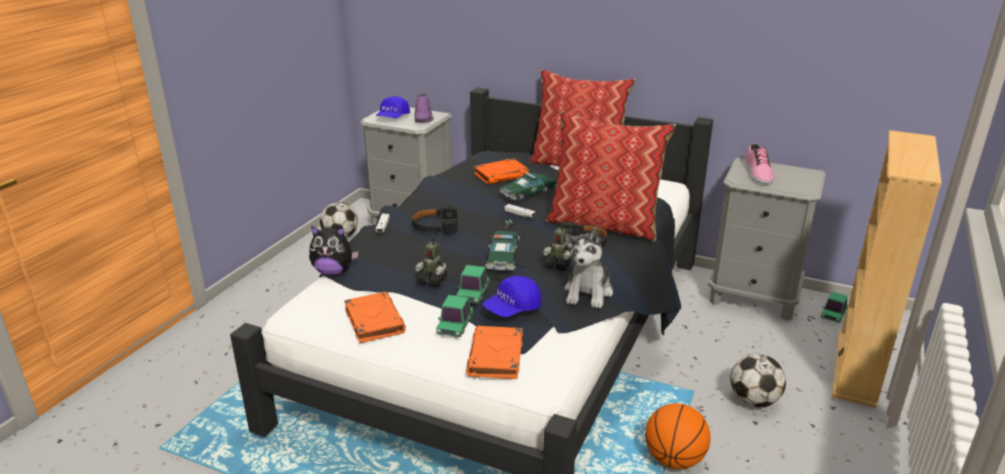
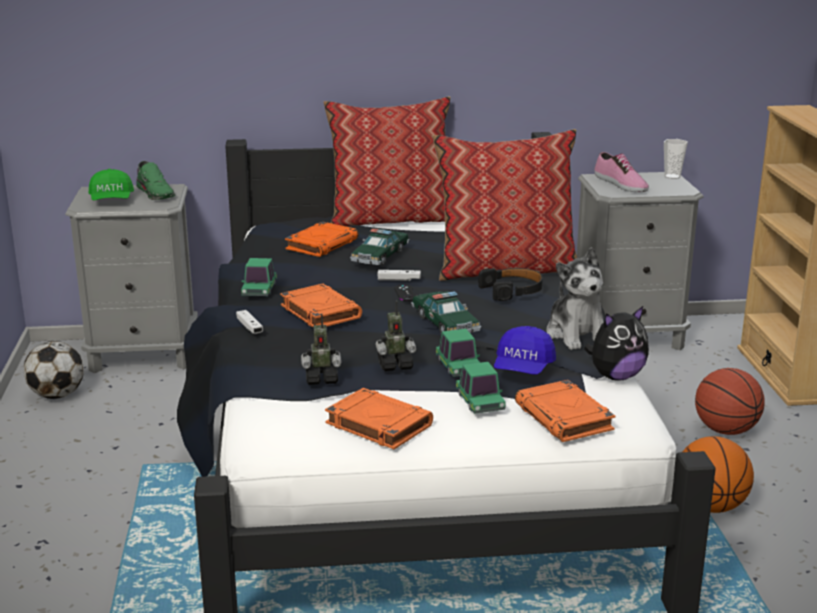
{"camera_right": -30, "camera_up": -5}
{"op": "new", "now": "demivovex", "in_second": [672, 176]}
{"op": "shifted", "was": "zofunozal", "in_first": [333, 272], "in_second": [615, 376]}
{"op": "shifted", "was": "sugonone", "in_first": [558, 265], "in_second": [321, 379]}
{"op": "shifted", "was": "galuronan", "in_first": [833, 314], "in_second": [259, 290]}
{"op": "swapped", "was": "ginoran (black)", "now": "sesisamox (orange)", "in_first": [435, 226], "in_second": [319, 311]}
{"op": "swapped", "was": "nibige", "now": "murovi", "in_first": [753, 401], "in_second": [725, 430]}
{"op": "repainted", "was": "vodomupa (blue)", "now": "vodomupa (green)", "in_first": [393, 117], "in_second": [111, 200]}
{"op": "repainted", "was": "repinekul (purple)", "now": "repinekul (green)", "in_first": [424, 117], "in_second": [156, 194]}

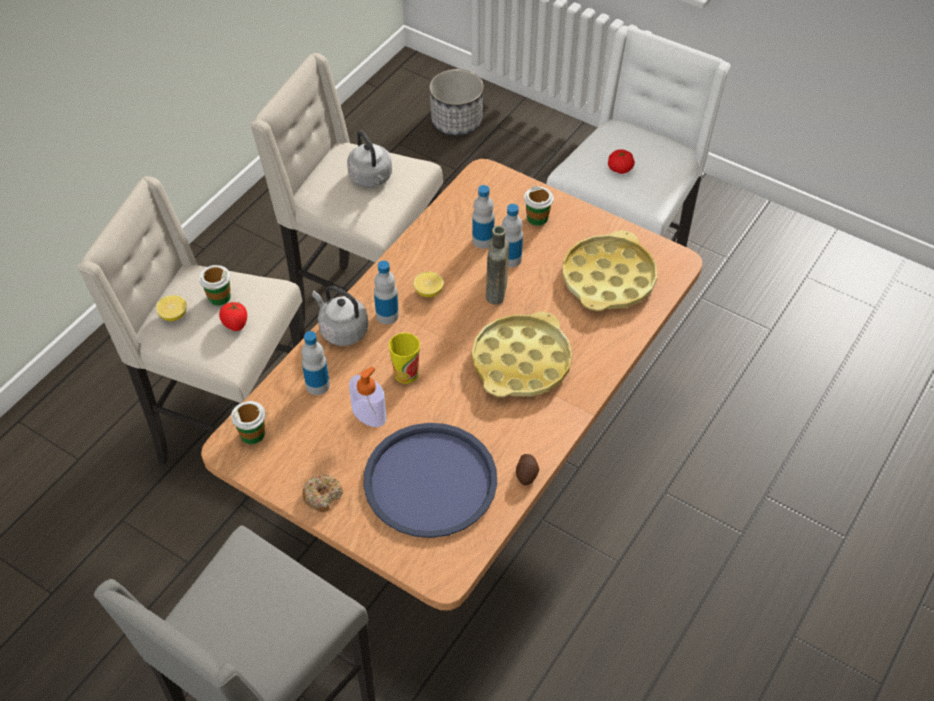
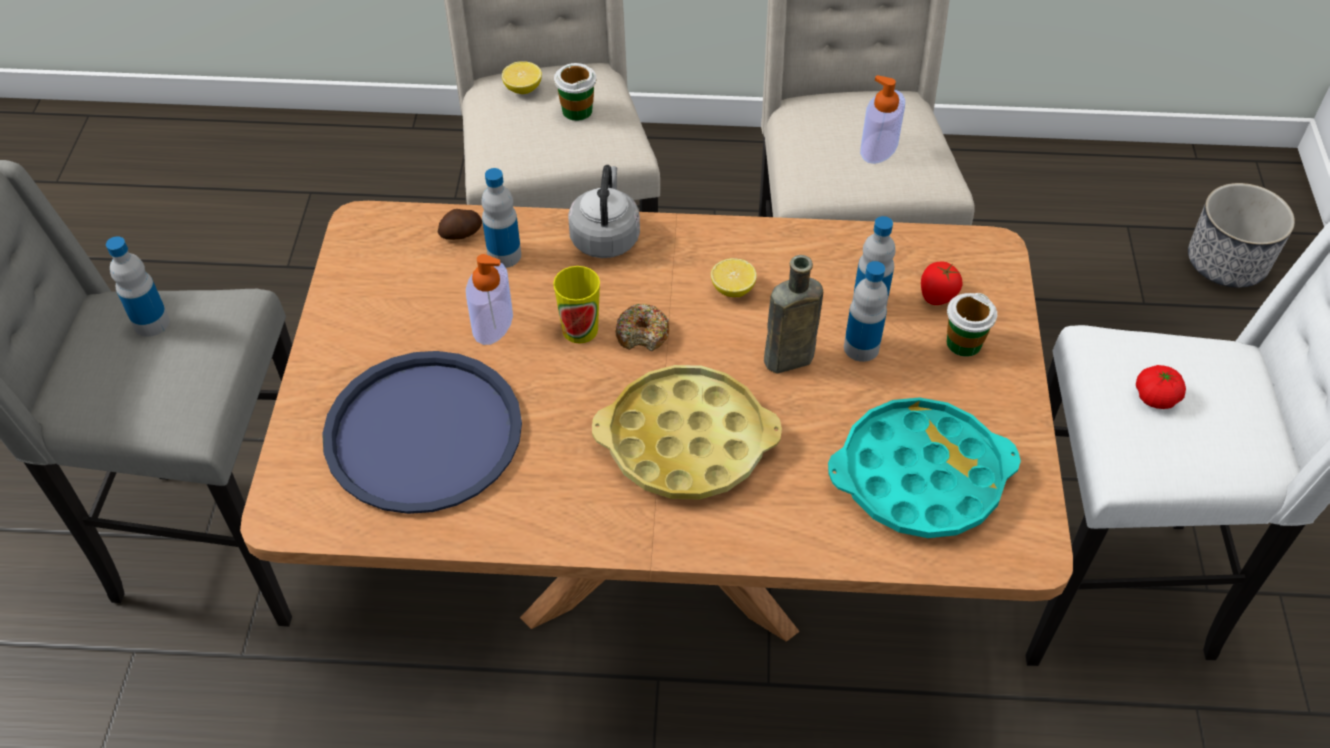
{"camera_right": 60, "camera_up": 0}
{"op": "gone", "was": "demivovex", "in_first": [252, 434]}
{"op": "shifted", "was": "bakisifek", "in_first": [235, 324], "in_second": [937, 295]}
{"op": "shifted", "was": "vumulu", "in_first": [322, 496], "in_second": [642, 334]}
{"op": "shifted", "was": "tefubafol", "in_first": [387, 315], "in_second": [151, 323]}
{"op": "shifted", "was": "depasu", "in_first": [527, 474], "in_second": [461, 234]}
{"op": "swapped", "was": "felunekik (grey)", "now": "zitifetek", "in_first": [371, 178], "in_second": [879, 147]}
{"op": "repainted", "was": "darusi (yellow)", "now": "darusi (turquoise)", "in_first": [608, 278], "in_second": [920, 476]}

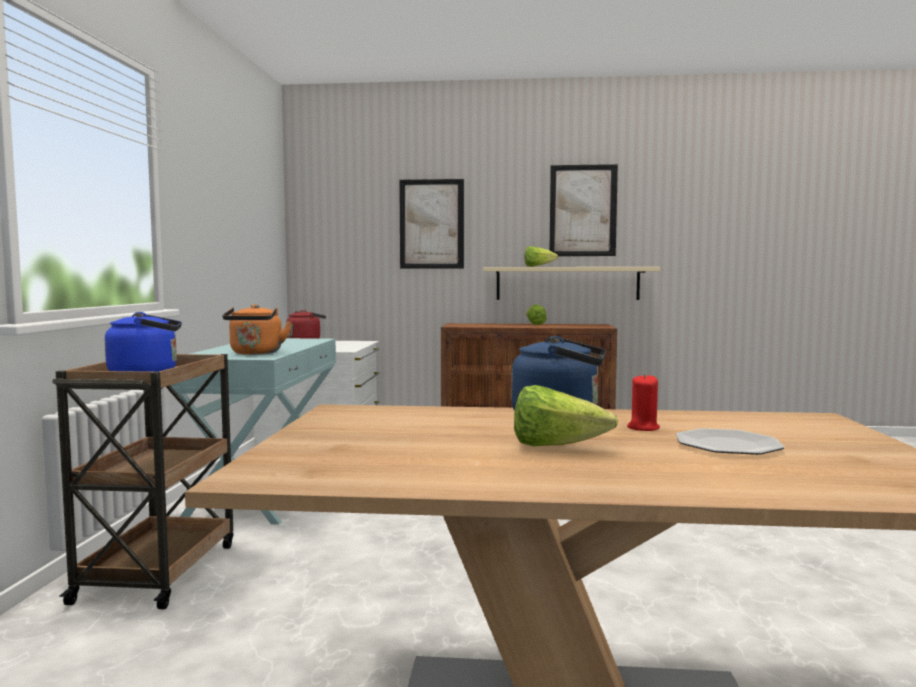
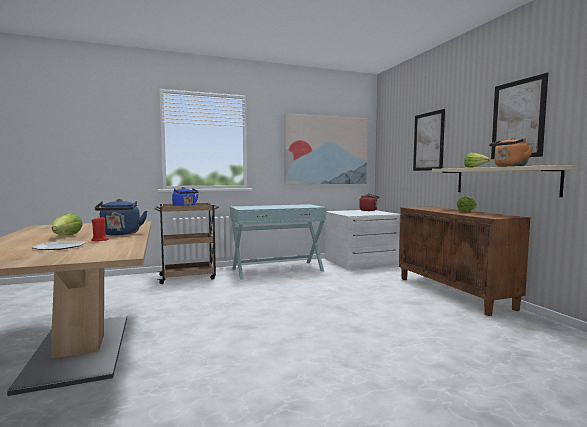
{"camera_right": 65, "camera_up": 0}
{"op": "new", "now": "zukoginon", "in_second": [326, 150]}
{"op": "shifted", "was": "felunekik (orange)", "in_first": [256, 353], "in_second": [509, 166]}

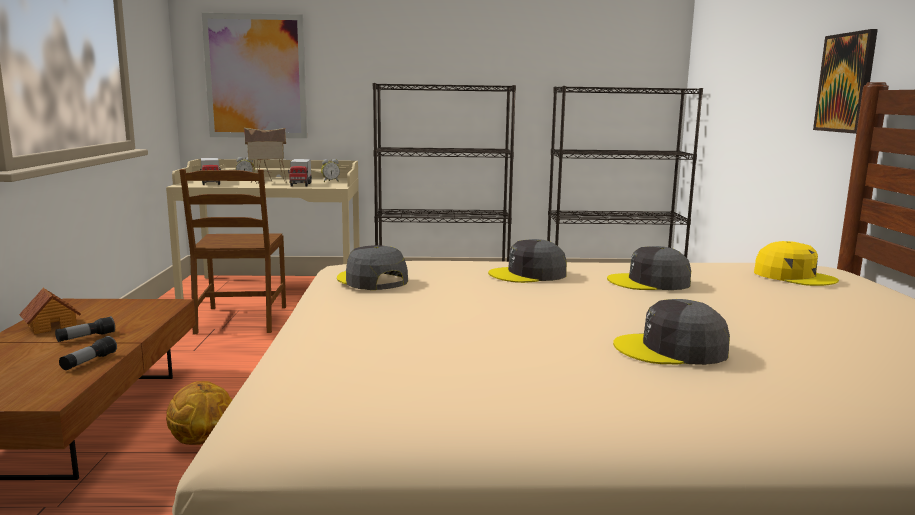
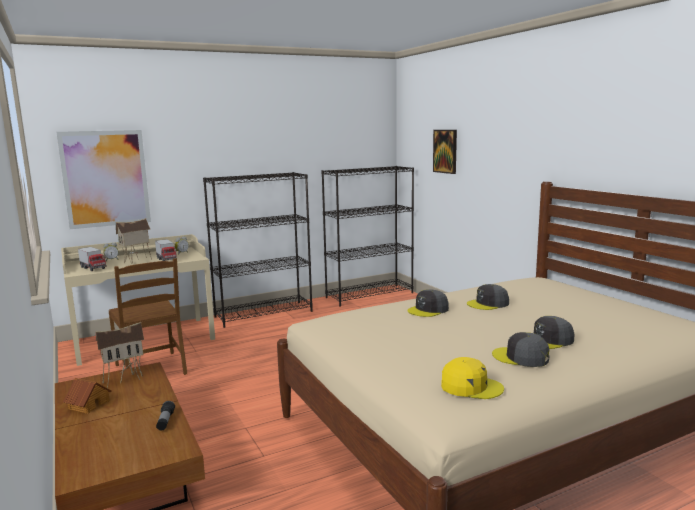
{"camera_right": -25, "camera_up": 0}
{"op": "gone", "was": "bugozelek", "in_first": [86, 337]}
{"op": "gone", "was": "murovi", "in_first": [202, 441]}
{"op": "new", "now": "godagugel", "in_second": [124, 379]}
{"op": "shifted", "was": "vodomupa (grey)", "in_first": [371, 280], "in_second": [521, 357]}
{"op": "shifted", "was": "vodomupa (yellow)", "in_first": [793, 276], "in_second": [471, 386]}
{"op": "shifted", "was": "zukoginon", "in_first": [846, 83], "in_second": [445, 151]}

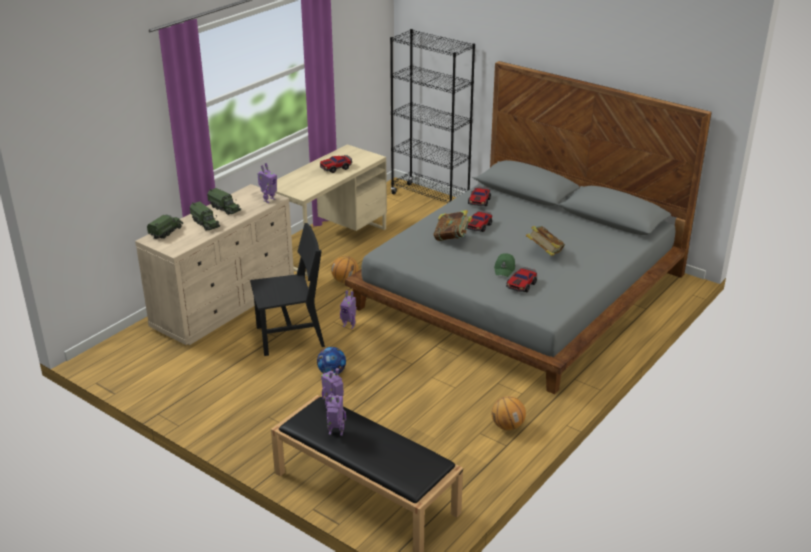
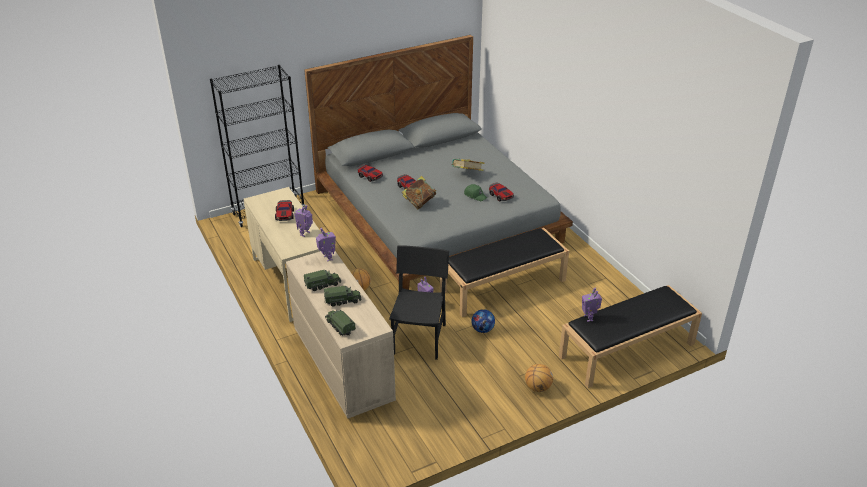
{"camera_right": -65, "camera_up": 5}
{"op": "new", "now": "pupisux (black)", "in_second": [503, 285]}
{"op": "shifted", "was": "sugonone", "in_first": [336, 433], "in_second": [305, 234]}
{"op": "shifted", "was": "murovi", "in_first": [507, 426], "in_second": [537, 387]}

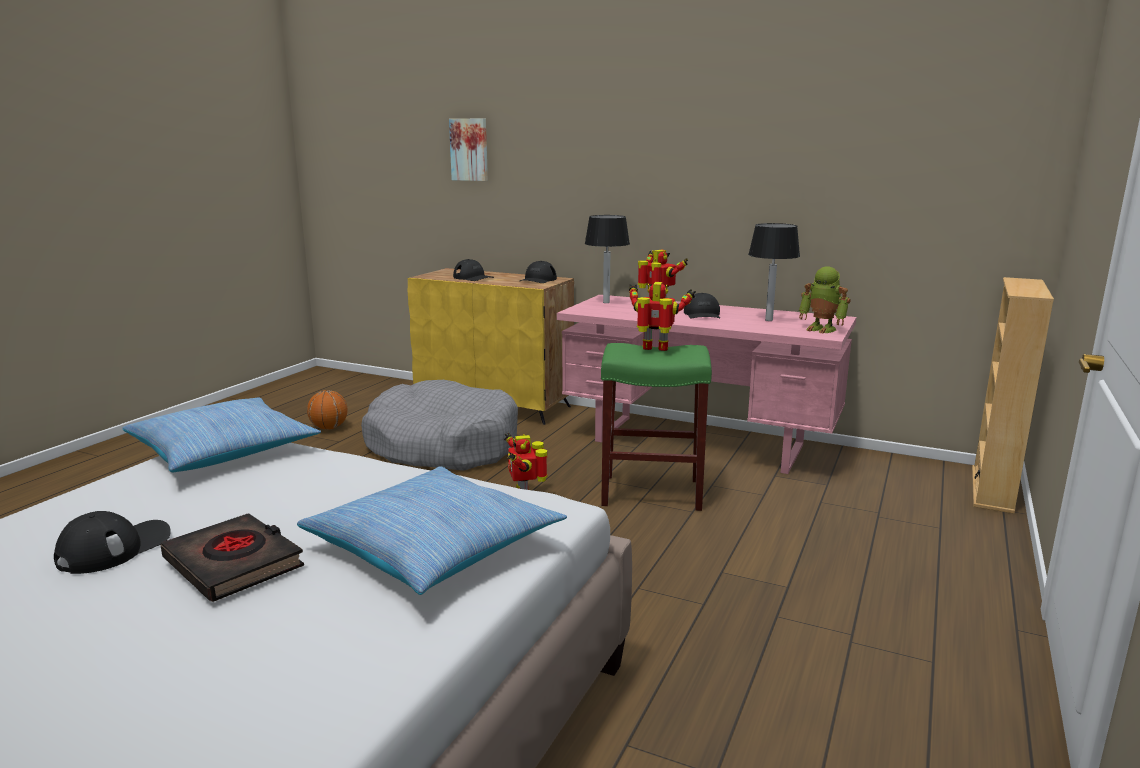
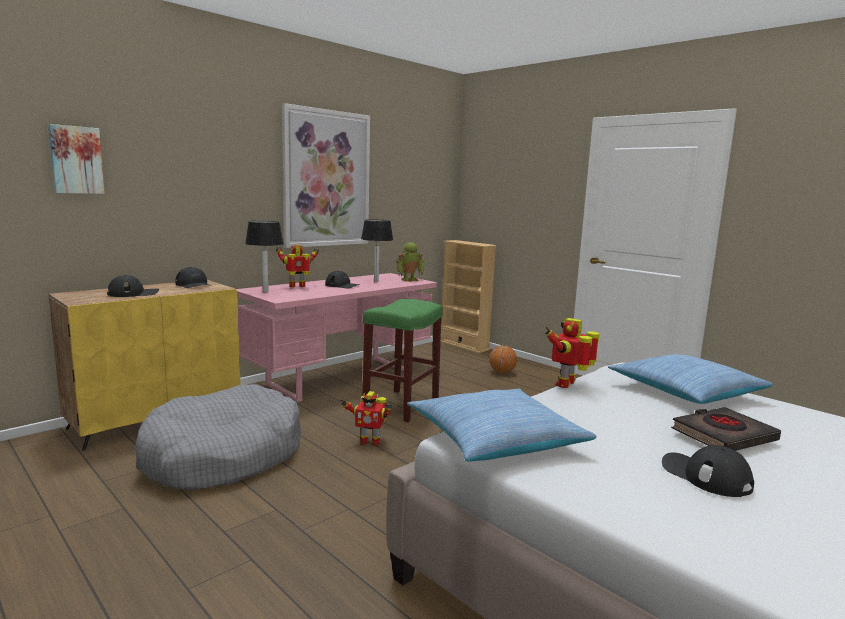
{"camera_right": -70, "camera_up": -5}
{"op": "new", "now": "zukoginon", "in_second": [326, 179]}
{"op": "shifted", "was": "murovi", "in_first": [329, 428], "in_second": [502, 372]}
{"op": "shifted", "was": "sugonone", "in_first": [656, 349], "in_second": [568, 384]}

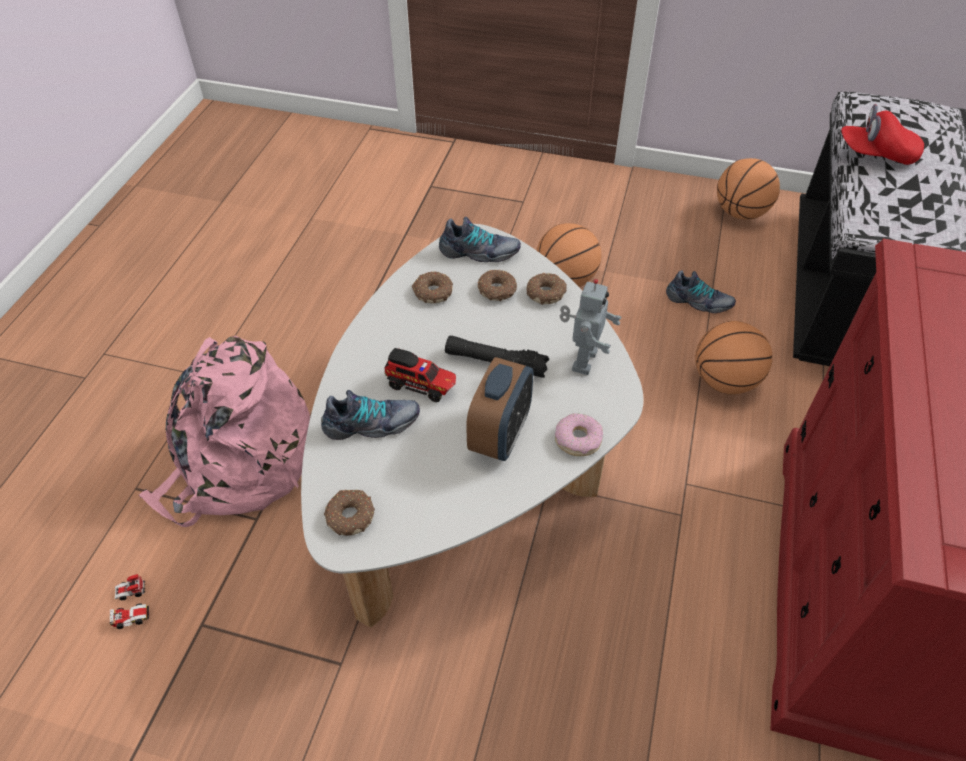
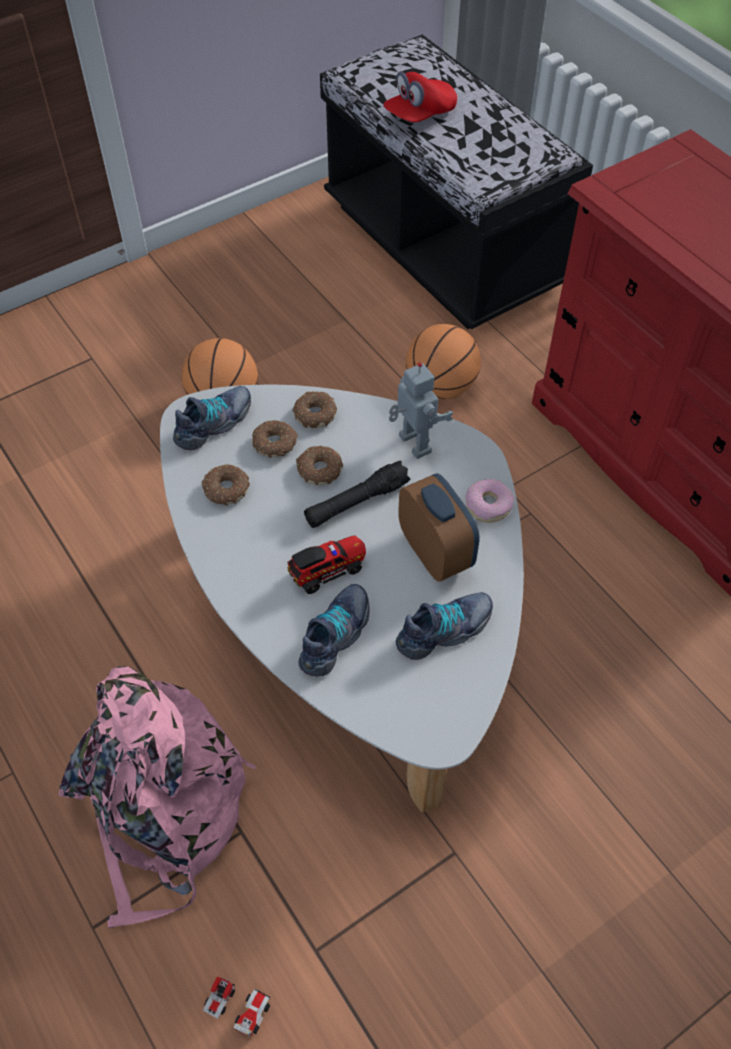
{"camera_right": -50, "camera_up": 5}
{"op": "gone", "was": "murovi", "in_first": [740, 213]}
{"op": "shifted", "was": "vumulu", "in_first": [350, 515], "in_second": [319, 470]}
{"op": "shifted", "was": "repinekul", "in_first": [698, 302], "in_second": [445, 631]}

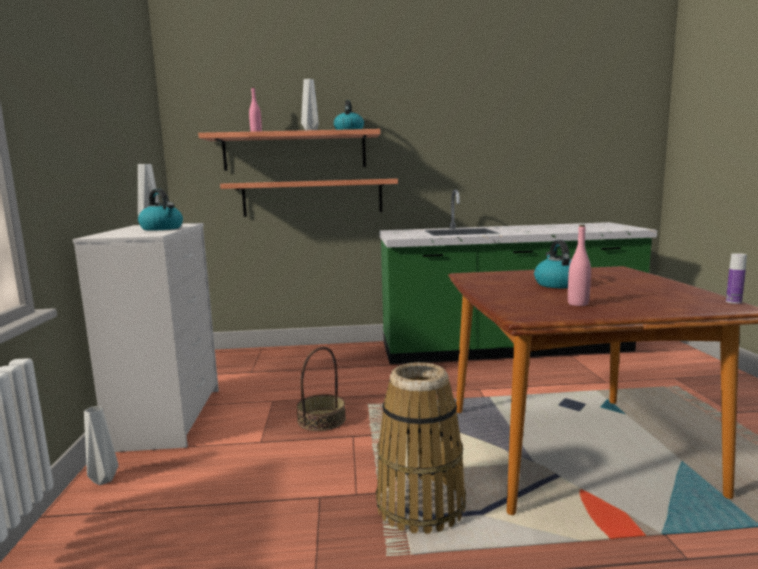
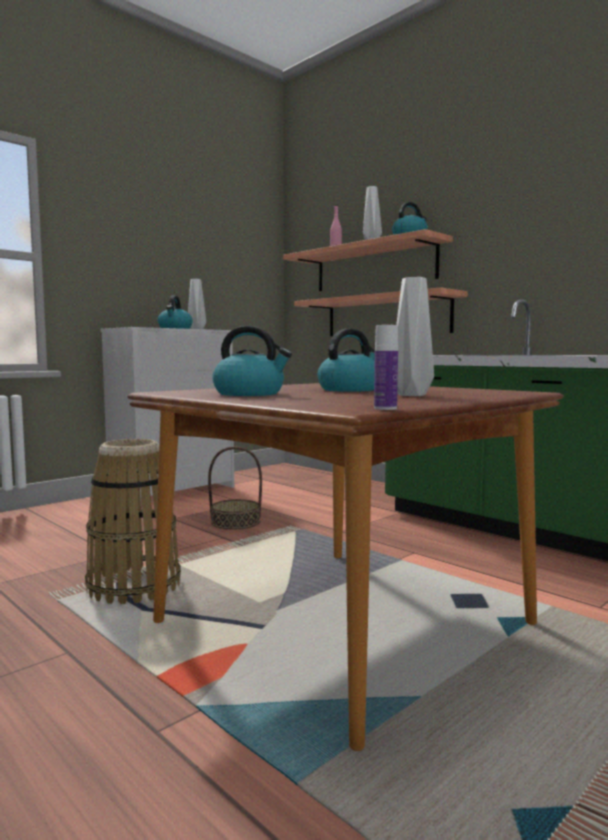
{"camera_right": 50, "camera_up": -5}
{"op": "shifted", "was": "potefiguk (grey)", "in_first": [102, 481], "in_second": [409, 395]}
{"op": "swapped", "was": "tefubafol (pink)", "now": "felunekik", "in_first": [578, 304], "in_second": [250, 394]}

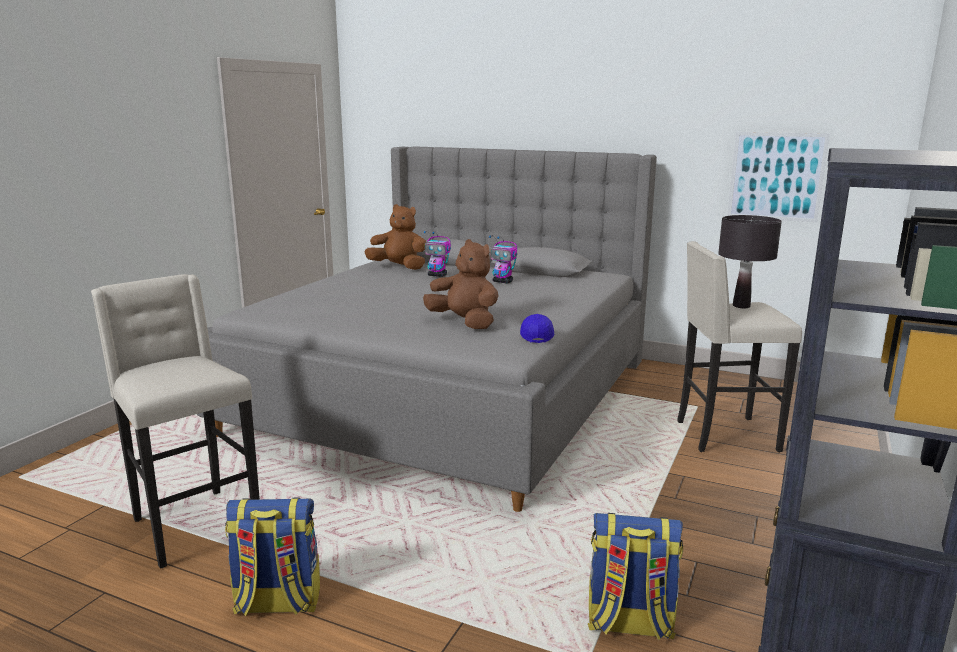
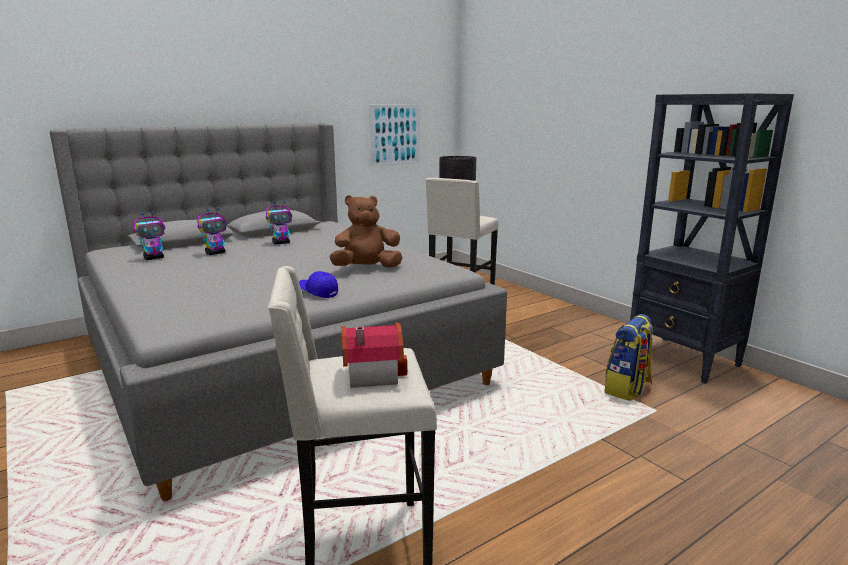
{"camera_right": -60, "camera_up": 0}
{"op": "gone", "was": "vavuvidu", "in_first": [277, 603]}
{"op": "new", "now": "godagugel", "in_second": [370, 373]}
{"op": "shifted", "was": "vodomupa (blue)", "in_first": [536, 336], "in_second": [317, 293]}
{"op": "swapped", "was": "zofunozal (brown)", "now": "sugonone", "in_first": [399, 267], "in_second": [154, 258]}

